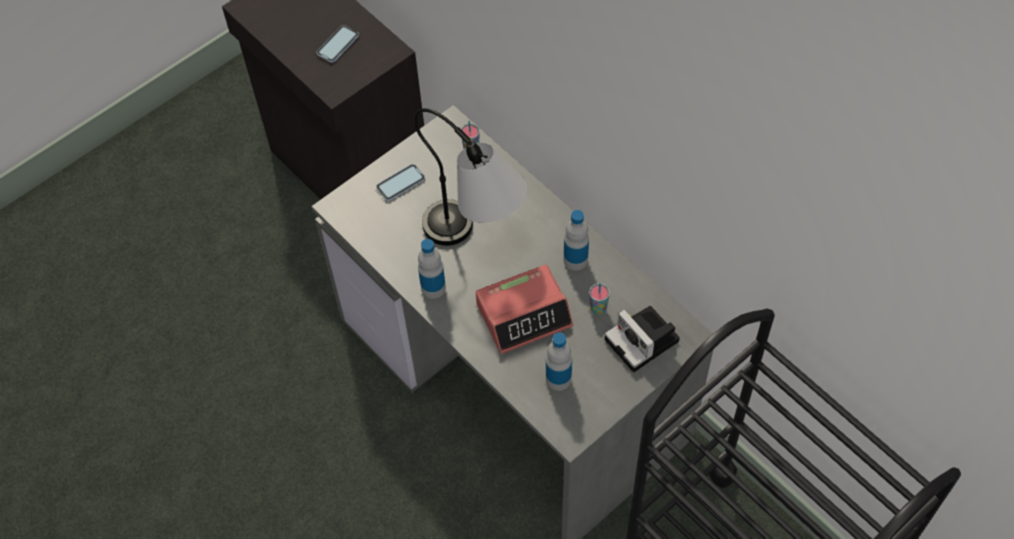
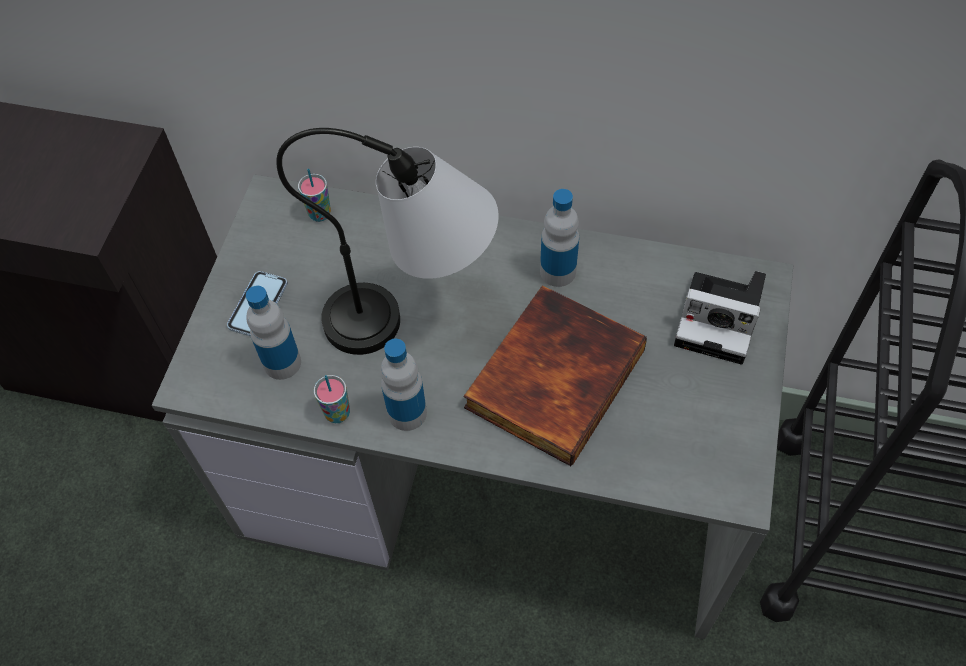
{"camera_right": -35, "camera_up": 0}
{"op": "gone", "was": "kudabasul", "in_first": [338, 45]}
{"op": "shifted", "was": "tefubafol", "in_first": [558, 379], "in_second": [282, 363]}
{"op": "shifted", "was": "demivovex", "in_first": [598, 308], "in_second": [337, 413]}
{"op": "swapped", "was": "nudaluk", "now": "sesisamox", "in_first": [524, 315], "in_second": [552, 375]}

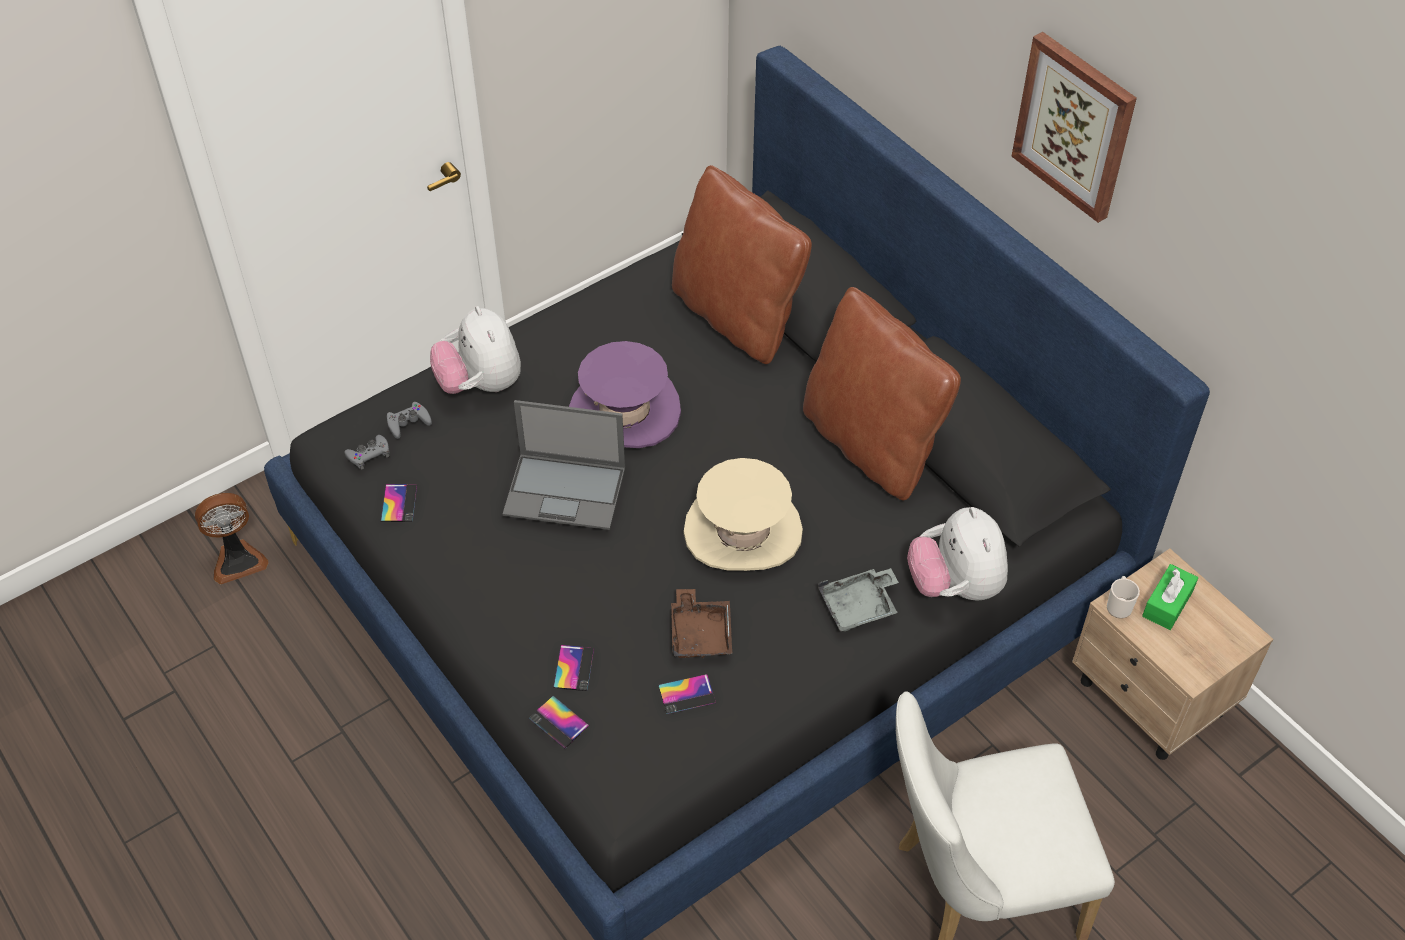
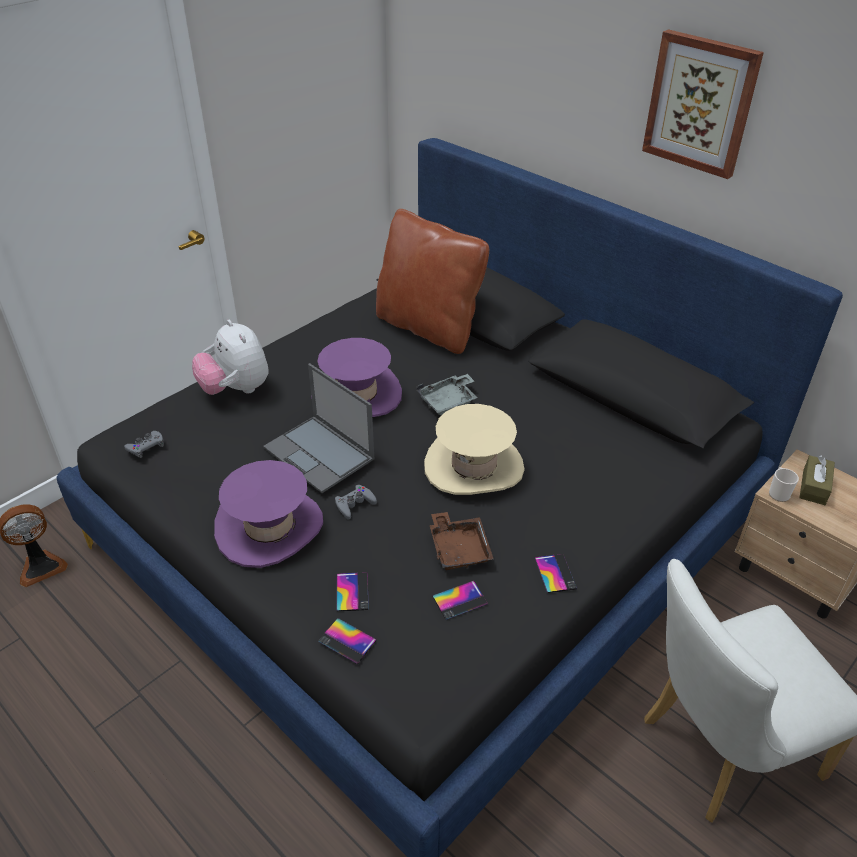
{"camera_right": -10, "camera_up": -10}
{"op": "gone", "was": "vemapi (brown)", "in_first": [871, 444]}
{"op": "gone", "was": "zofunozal", "in_first": [955, 585]}
{"op": "new", "now": "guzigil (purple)", "in_second": [269, 527]}
{"op": "shifted", "was": "kudabasul", "in_first": [399, 503], "in_second": [555, 573]}
{"op": "shifted", "was": "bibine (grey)", "in_first": [408, 423], "in_second": [354, 504]}
{"op": "shifted", "was": "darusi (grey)", "in_first": [859, 606], "in_second": [448, 401]}
{"op": "repainted", "was": "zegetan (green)", "now": "zegetan (brown)", "in_first": [1167, 604], "in_second": [814, 487]}
{"op": "rotated", "was": "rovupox", "in_first": [566, 491], "in_second": [320, 454], "clockwise": 45}

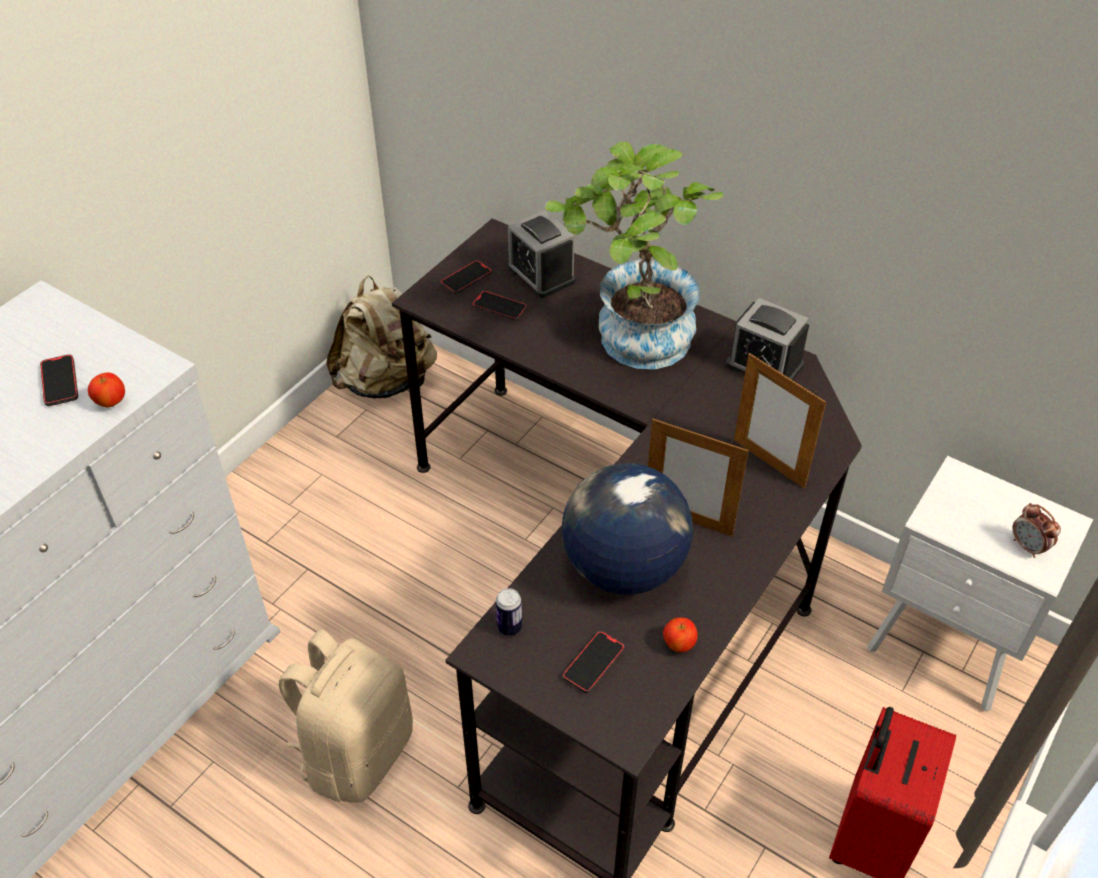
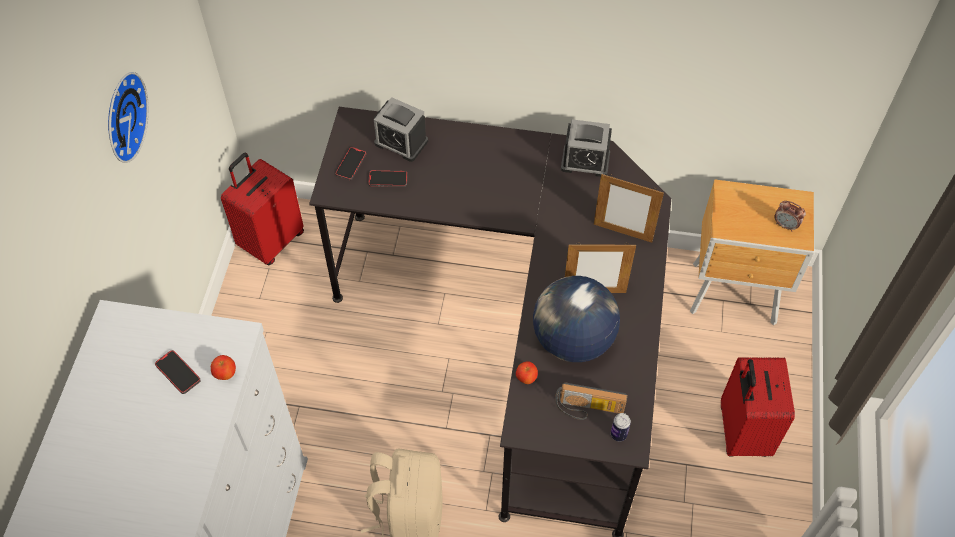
{"camera_right": -25, "camera_up": 10}
{"op": "gone", "was": "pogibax", "in_first": [631, 341]}
{"op": "new", "now": "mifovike", "in_second": [121, 116]}
{"op": "shifted", "was": "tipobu", "in_first": [509, 627], "in_second": [618, 434]}
{"op": "shifted", "was": "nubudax", "in_first": [678, 644], "in_second": [526, 378]}
{"op": "swapped", "was": "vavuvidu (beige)", "now": "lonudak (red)", "in_first": [386, 382], "in_second": [271, 240]}
{"op": "swapped", "was": "kudabasul", "now": "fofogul", "in_first": [593, 663], "in_second": [588, 410]}
{"op": "repainted", "was": "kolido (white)", "now": "kolido (brown)", "in_first": [945, 652], "in_second": [735, 295]}

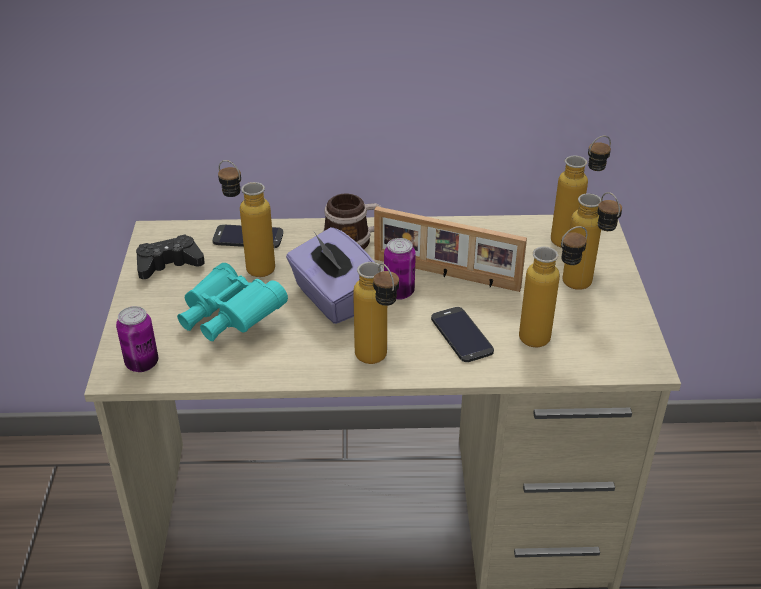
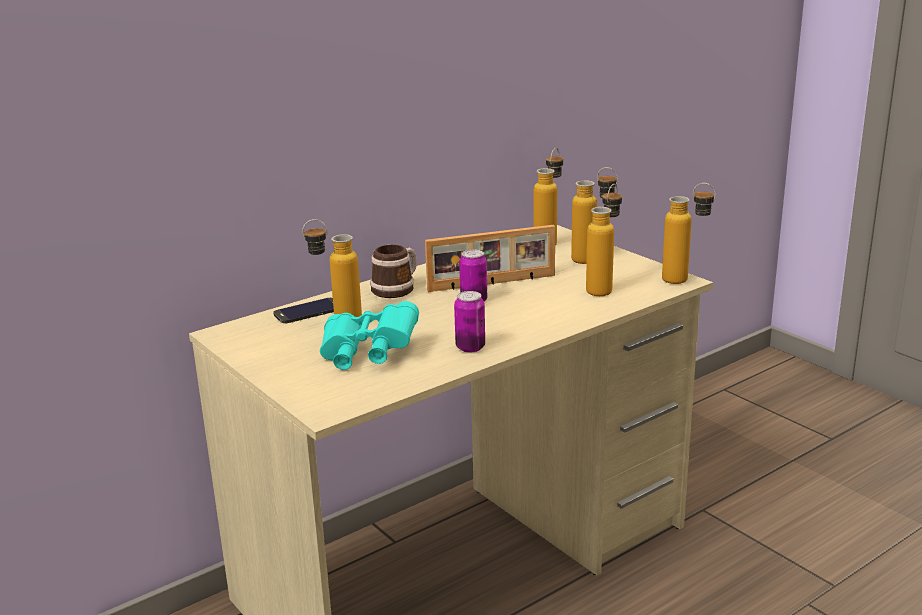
{"camera_right": -35, "camera_up": -15}
{"op": "gone", "was": "bibine (black)", "in_first": [169, 264]}
{"op": "gone", "was": "zegetan (purple)", "in_first": [333, 298]}
{"op": "gone", "was": "kudabasul", "in_first": [461, 335]}
{"op": "shifted", "was": "tipobu", "in_first": [142, 363], "in_second": [470, 347]}
{"op": "shifted", "was": "tefubafol", "in_first": [377, 362], "in_second": [685, 281]}

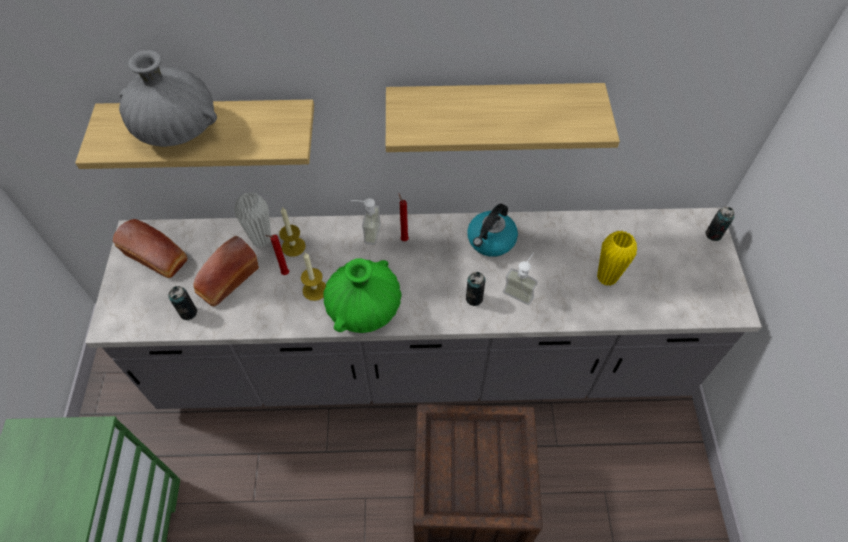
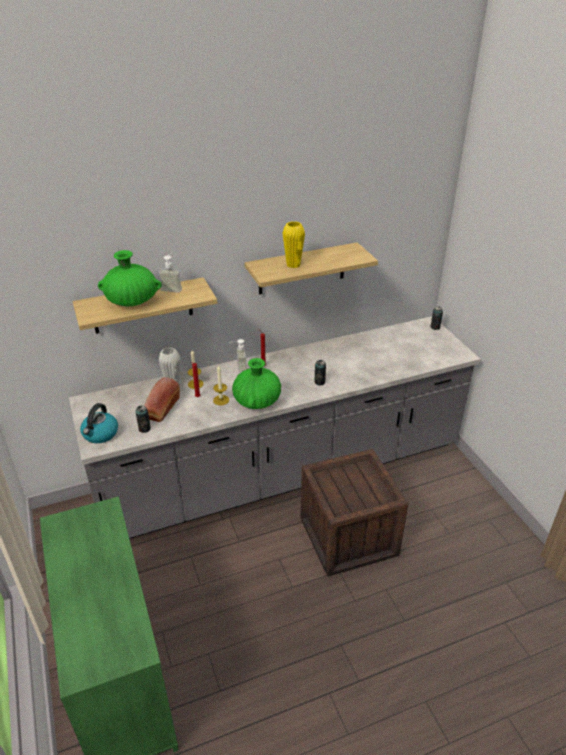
{"camera_right": -20, "camera_up": -20}
{"op": "gone", "was": "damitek", "in_first": [158, 258]}
{"op": "shifted", "was": "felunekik", "in_first": [491, 241], "in_second": [100, 434]}
{"op": "shifted", "was": "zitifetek", "in_first": [521, 290], "in_second": [172, 288]}
{"op": "shifted", "was": "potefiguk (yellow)", "in_first": [607, 277], "in_second": [293, 265]}
{"op": "repainted", "was": "potefiguk (grey)", "now": "potefiguk (green)", "in_first": [177, 130], "in_second": [132, 302]}

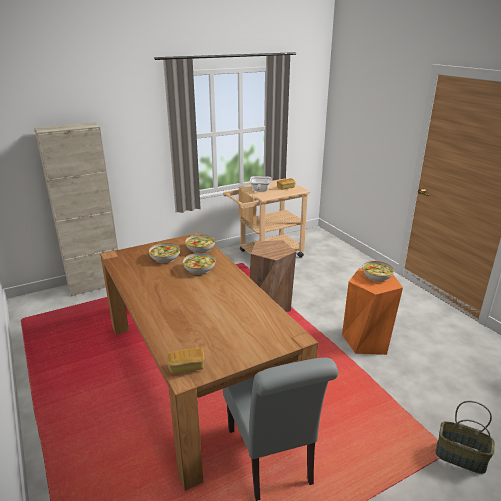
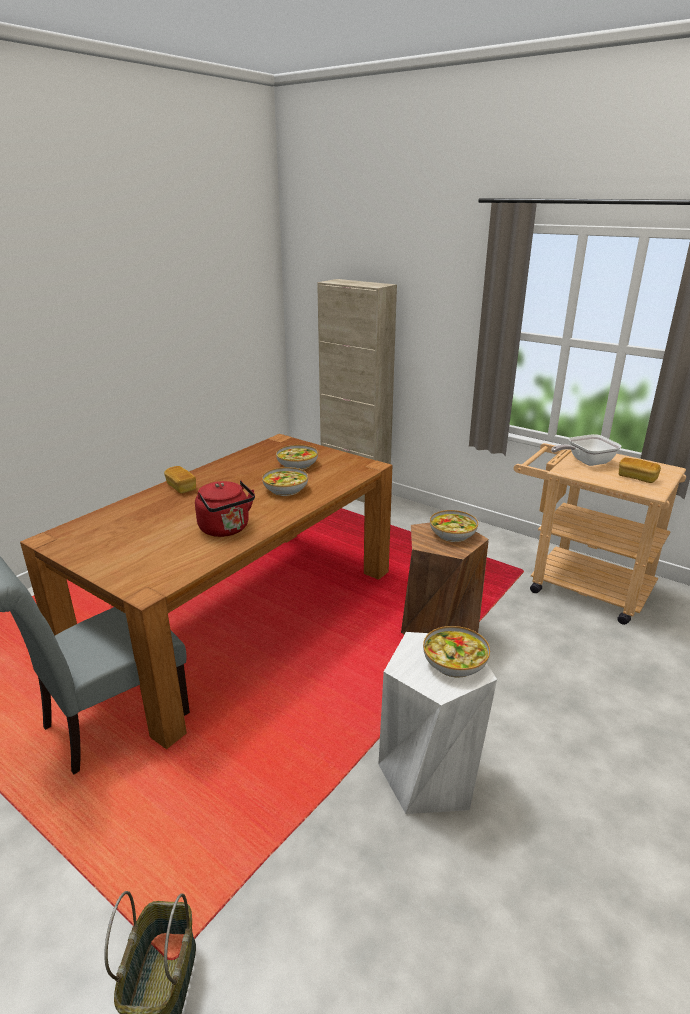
{"camera_right": 65, "camera_up": 0}
{"op": "new", "now": "felunekik (red)", "in_second": [226, 529]}
{"op": "shifted", "was": "damitek", "in_first": [186, 367], "in_second": [181, 487]}
{"op": "shifted", "was": "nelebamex", "in_first": [200, 248], "in_second": [452, 534]}
{"op": "repainted", "was": "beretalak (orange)", "now": "beretalak (white)", "in_first": [367, 340], "in_second": [429, 774]}

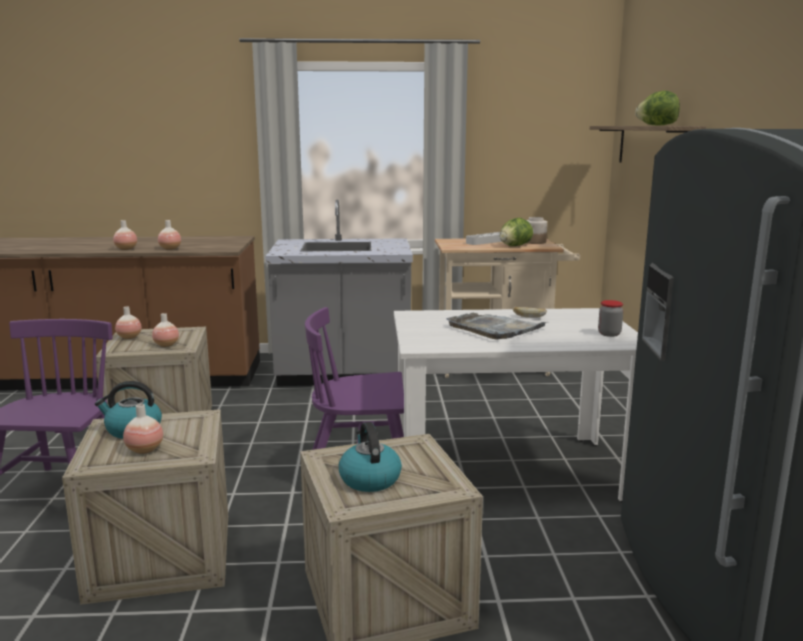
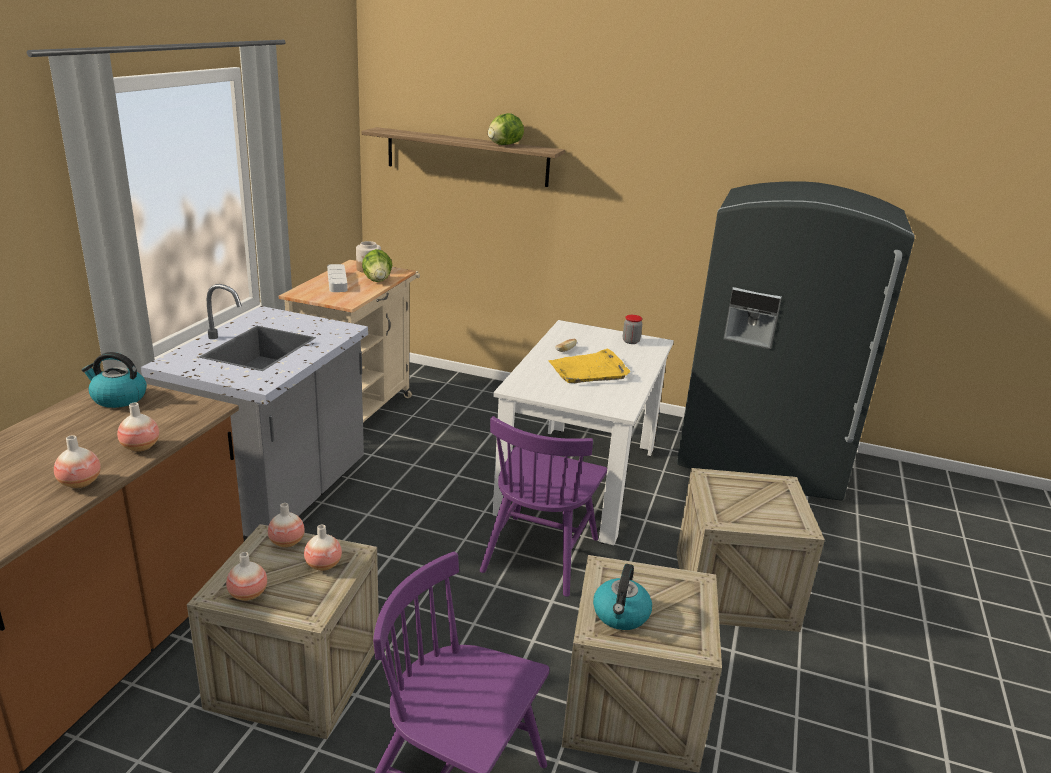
{"camera_right": -70, "camera_up": 10}
{"op": "shifted", "was": "potefiguk", "in_first": [144, 450], "in_second": [287, 542]}
{"op": "shifted", "was": "felunekik", "in_first": [369, 479], "in_second": [118, 398]}
{"op": "repainted", "was": "darusi (grey)", "now": "darusi (yellow)", "in_first": [495, 328], "in_second": [589, 370]}

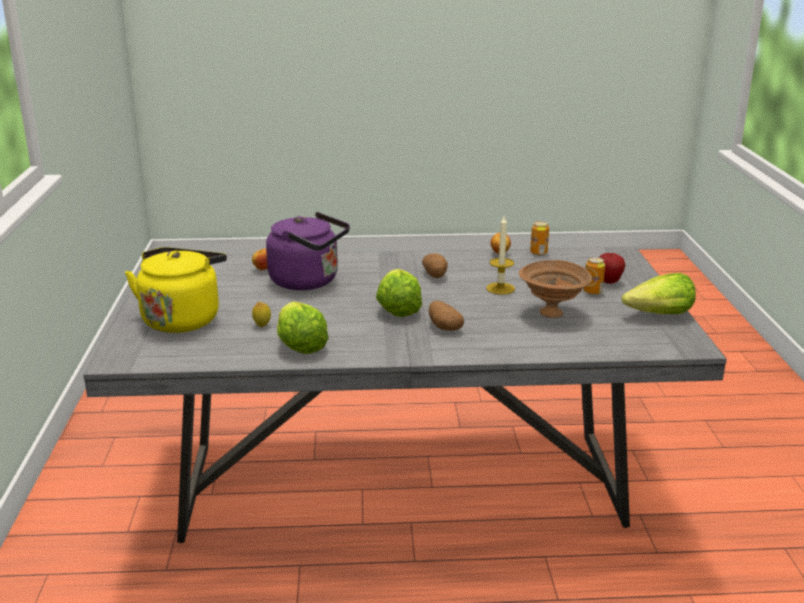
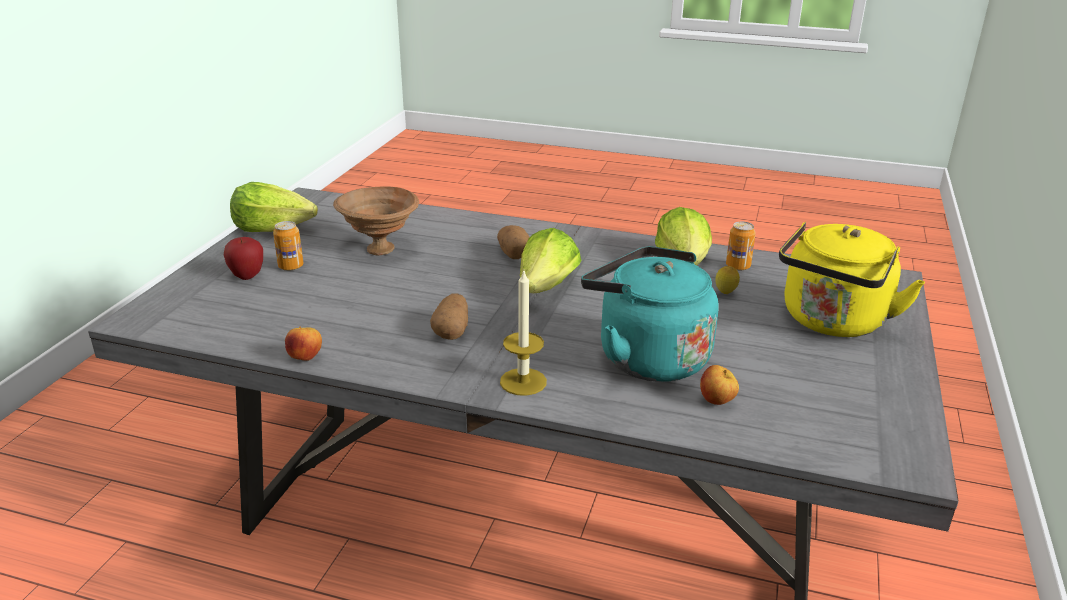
{"camera_right": -160, "camera_up": 5}
{"op": "shifted", "was": "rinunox", "in_first": [500, 288], "in_second": [523, 381]}
{"op": "shifted", "was": "tipobu", "in_first": [538, 253], "in_second": [738, 266]}
{"op": "repainted", "was": "felunekik (purple)", "now": "felunekik (turquoise)", "in_first": [308, 281], "in_second": [646, 357]}

